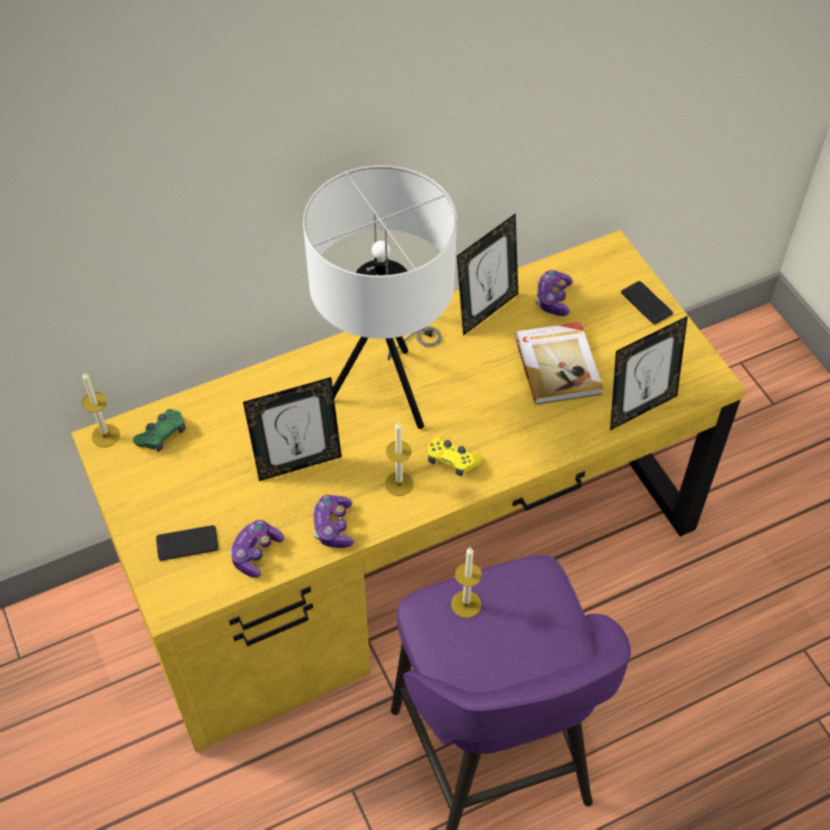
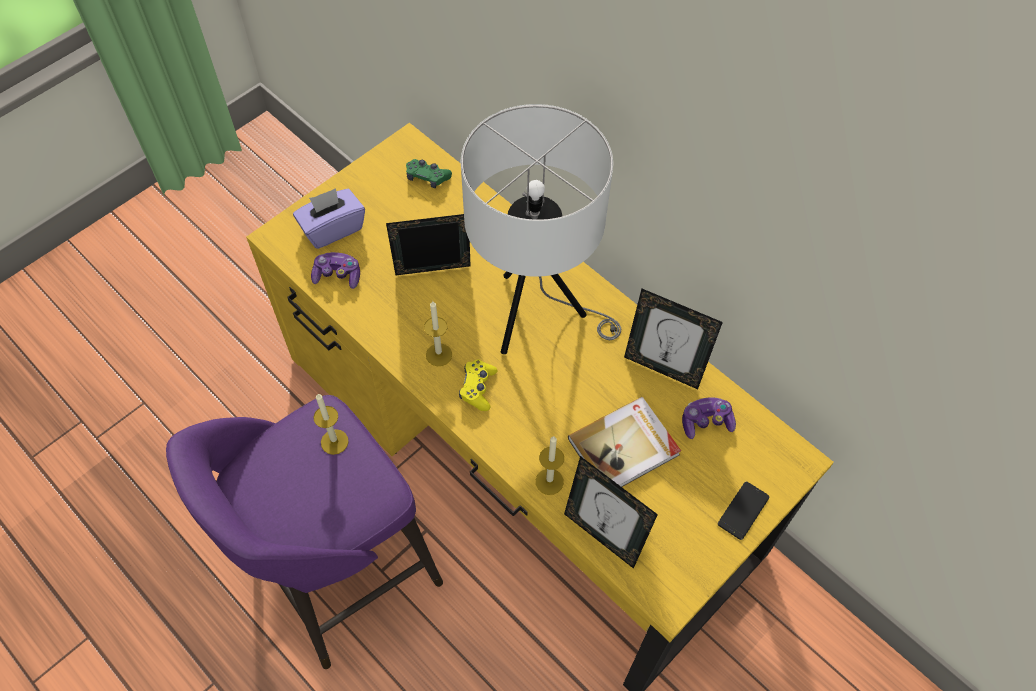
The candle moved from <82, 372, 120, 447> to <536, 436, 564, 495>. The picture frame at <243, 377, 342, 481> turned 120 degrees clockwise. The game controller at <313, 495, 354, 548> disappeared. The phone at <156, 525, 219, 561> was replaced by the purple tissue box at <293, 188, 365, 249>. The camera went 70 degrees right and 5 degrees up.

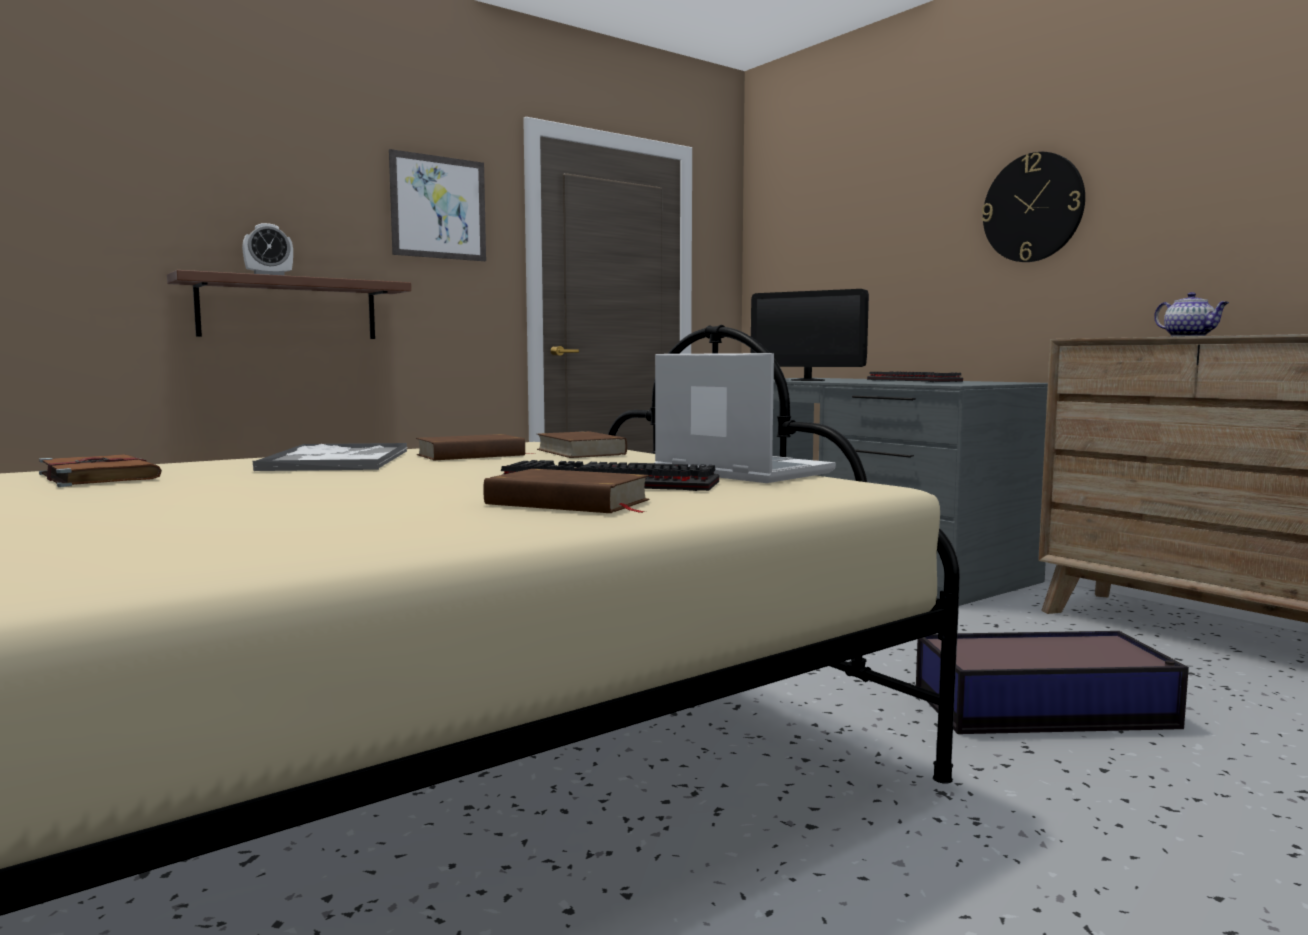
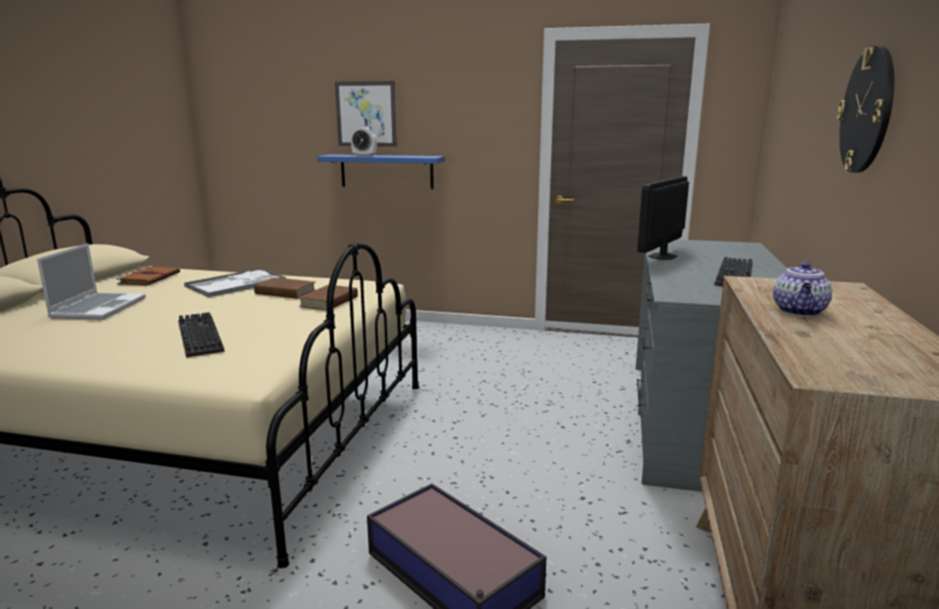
The picture moved from <389, 149, 486, 261> to <335, 81, 397, 147>. The brown shelf at <167, 270, 411, 339> became the blue shelf at <317, 154, 445, 189>. The monitor at <751, 289, 869, 381> turned 45 degrees clockwise. The laptop moved from <655, 353, 836, 483> to <37, 243, 146, 320>. The brown book at <483, 469, 649, 513> disappeared. The camera went 50 degrees right and 10 degrees up.

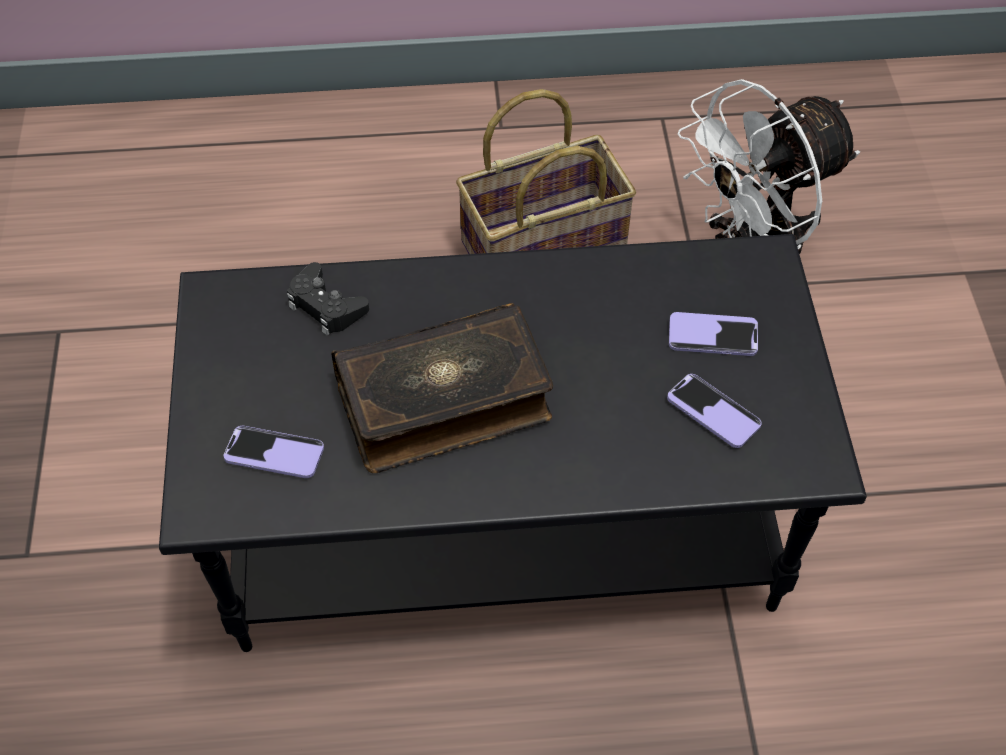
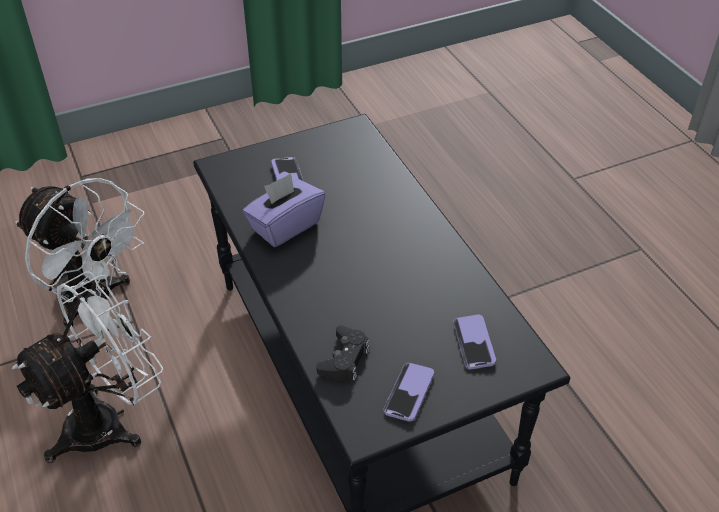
The basket at <456, 89, 636, 254> was replaced by the white fan at <12, 271, 163, 463>. The book at <331, 303, 553, 473> disappeared. The phone moved from <667, 374, 762, 448> to <383, 363, 434, 422>. The purple tissue box at <243, 173, 325, 247> appeared. The camera went 110 degrees left and 10 degrees down.

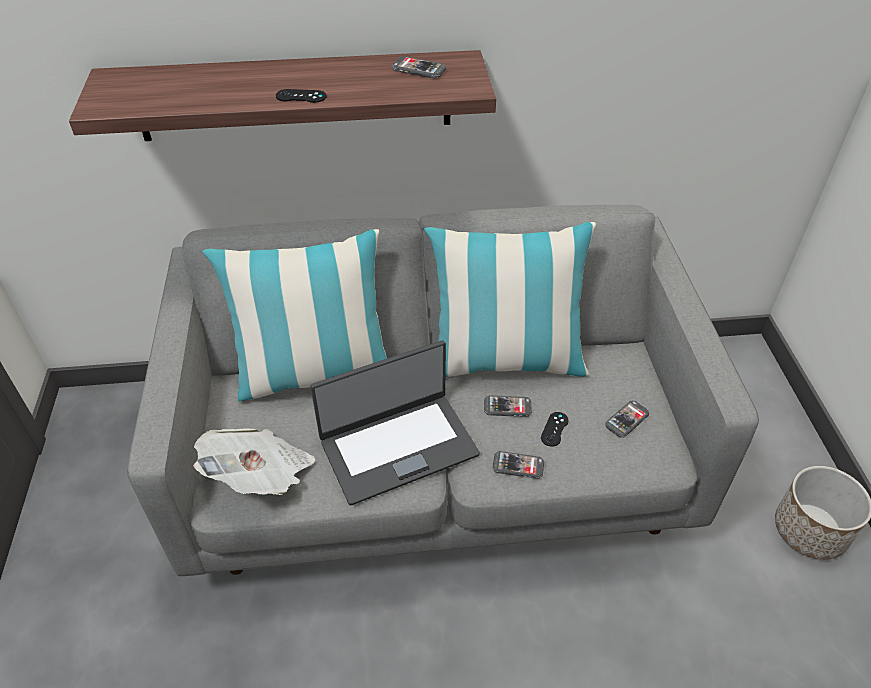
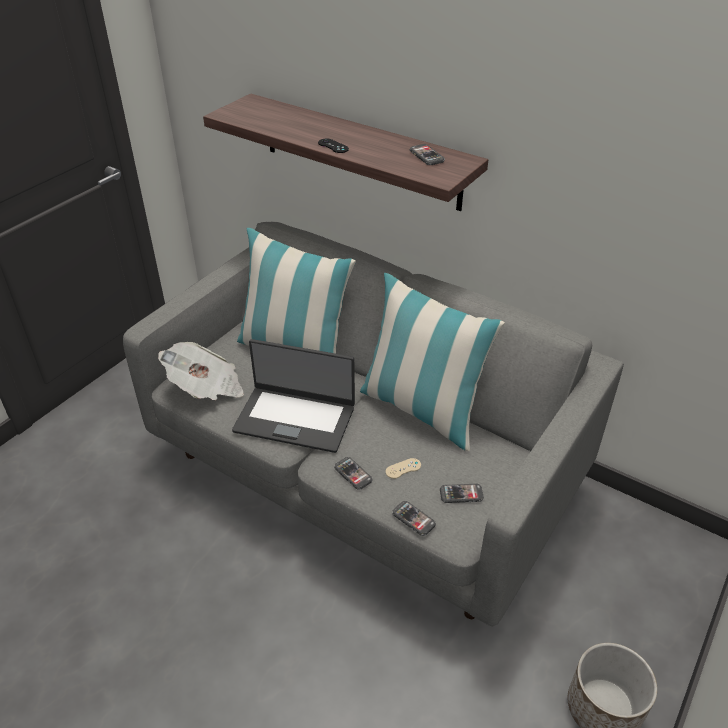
The phone moved from <484, 395, 532, 417> to <392, 501, 436, 536>. The black game controller at <541, 412, 569, 447> became the beige game controller at <386, 458, 421, 479>. The camera went 40 degrees right and 5 degrees down.

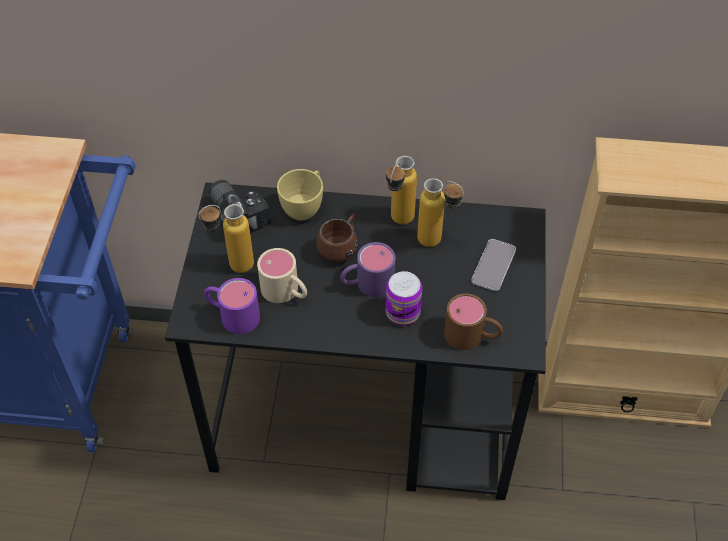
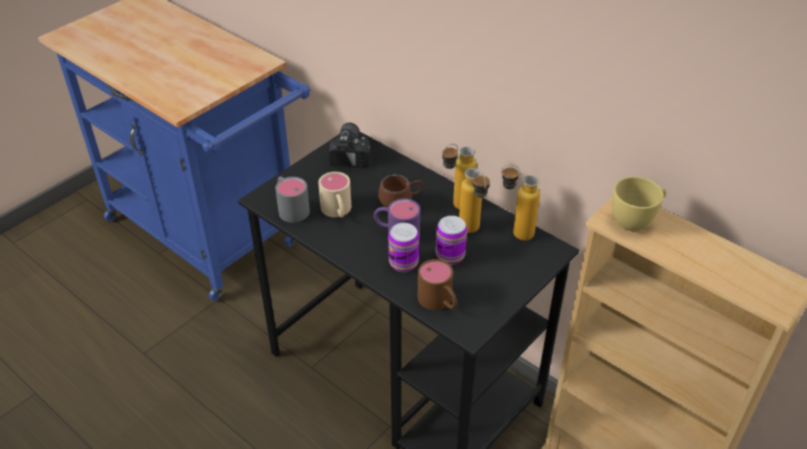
The yellow cup moved from <277, 169, 323, 221> to <612, 177, 666, 231>. The bottle moved from <198, 204, 254, 273> to <501, 164, 540, 240>. The phone at <471, 239, 516, 291> disappeared. The purple mug at <204, 278, 260, 334> became the grey mug at <275, 177, 310, 223>. The can at <436, 216, 467, 265> appeared. The camera went 35 degrees right and 10 degrees down.

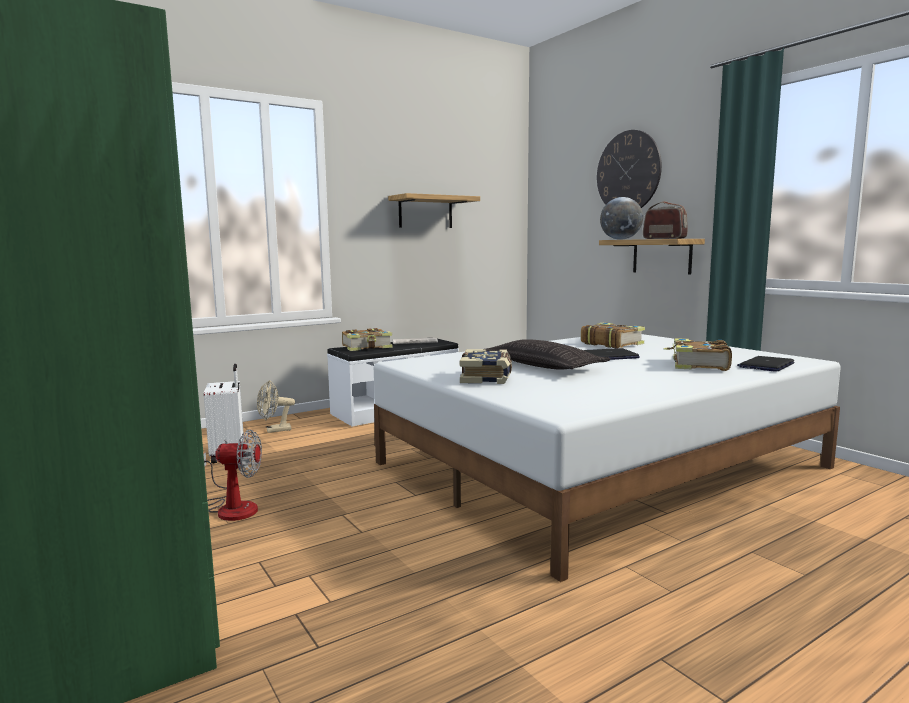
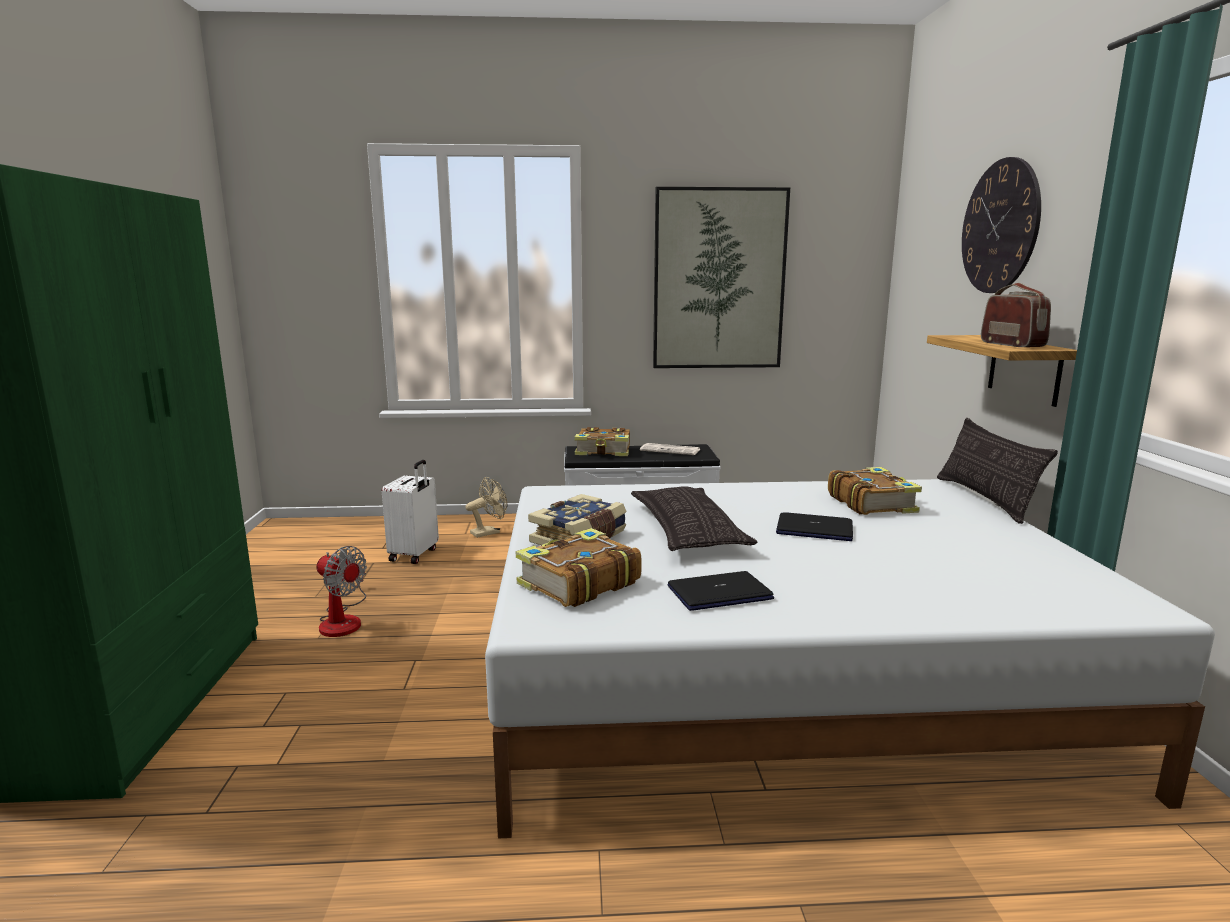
The shelf at <388, 193, 480, 228> was replaced by the picture at <653, 187, 790, 368>. The globe at <600, 197, 643, 240> disappeared. The book moved from <663, 338, 732, 371> to <516, 528, 642, 607>. The laptop moved from <737, 356, 795, 372> to <667, 571, 774, 611>. The beige fan at <257, 380, 295, 433> turned 135 degrees clockwise. The pillow at <937, 418, 1058, 524> appeared. The camera went 30 degrees right and 5 degrees up.

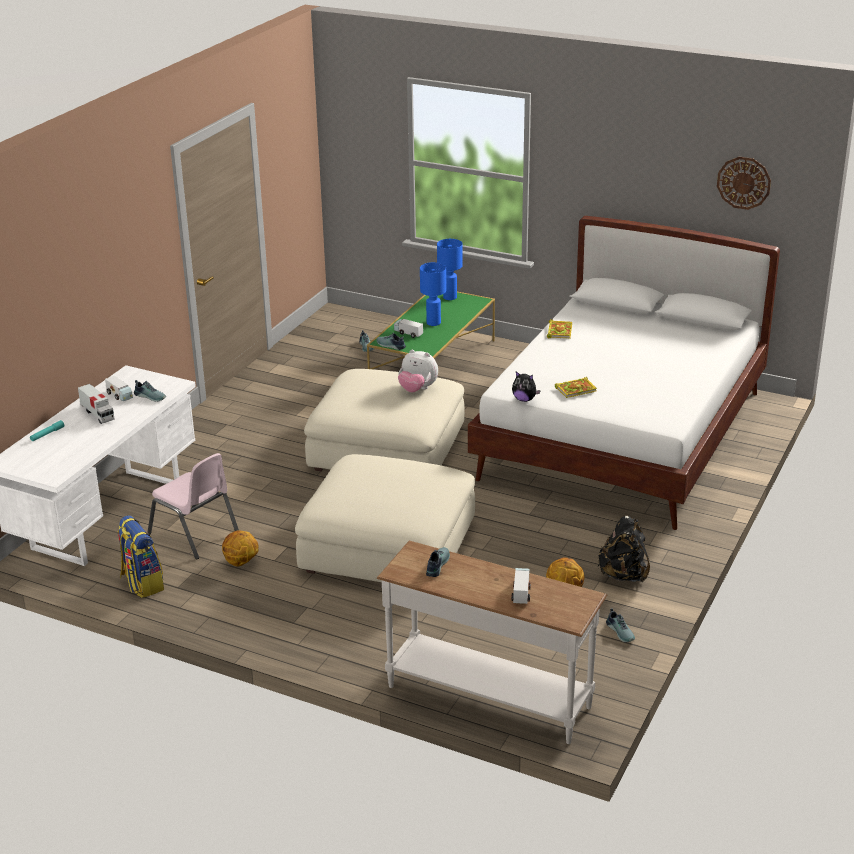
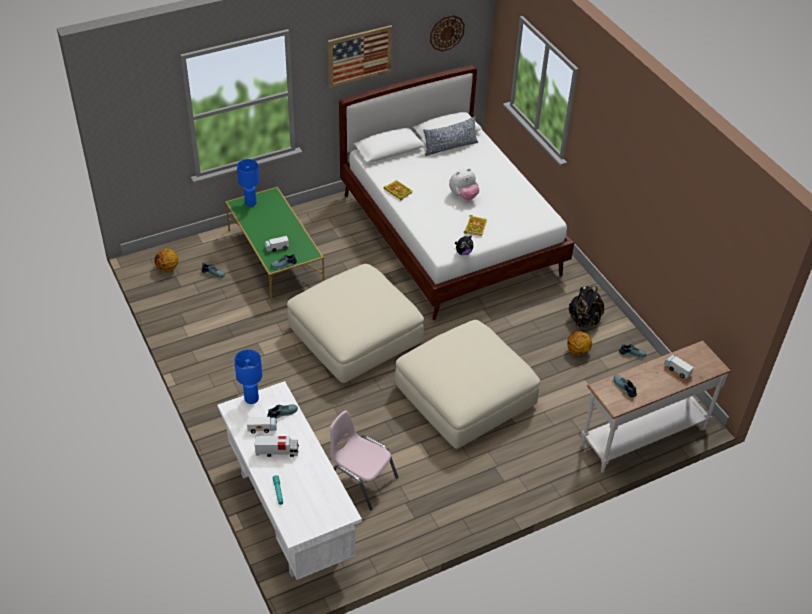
The blue table lamp moved from <420, 262, 446, 326> to <234, 349, 262, 404>. The plush toy moved from <398, 350, 438, 392> to <449, 168, 479, 200>. The pink chair at <147, 453, 239, 560> turned 135 degrees counterclockwise. The backpack at <117, 515, 164, 598> disappeared. The basketball moved from <222, 531, 259, 567> to <154, 248, 179, 272>. The picture at <328, 25, 392, 88> appeared. The pillow at <423, 117, 478, 156> appeared. The camera went 55 degrees left and 15 degrees up.

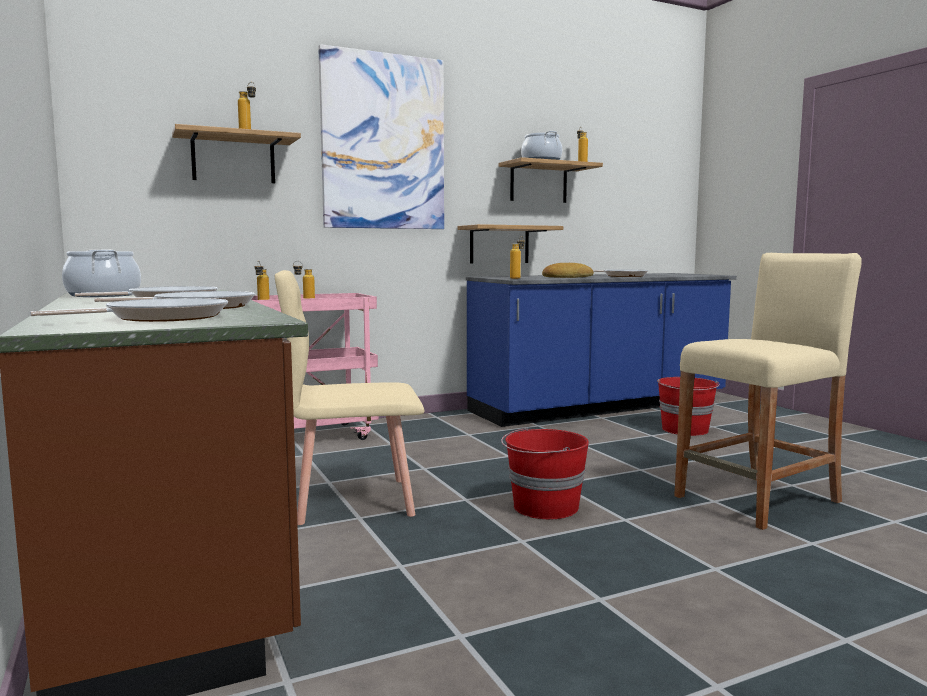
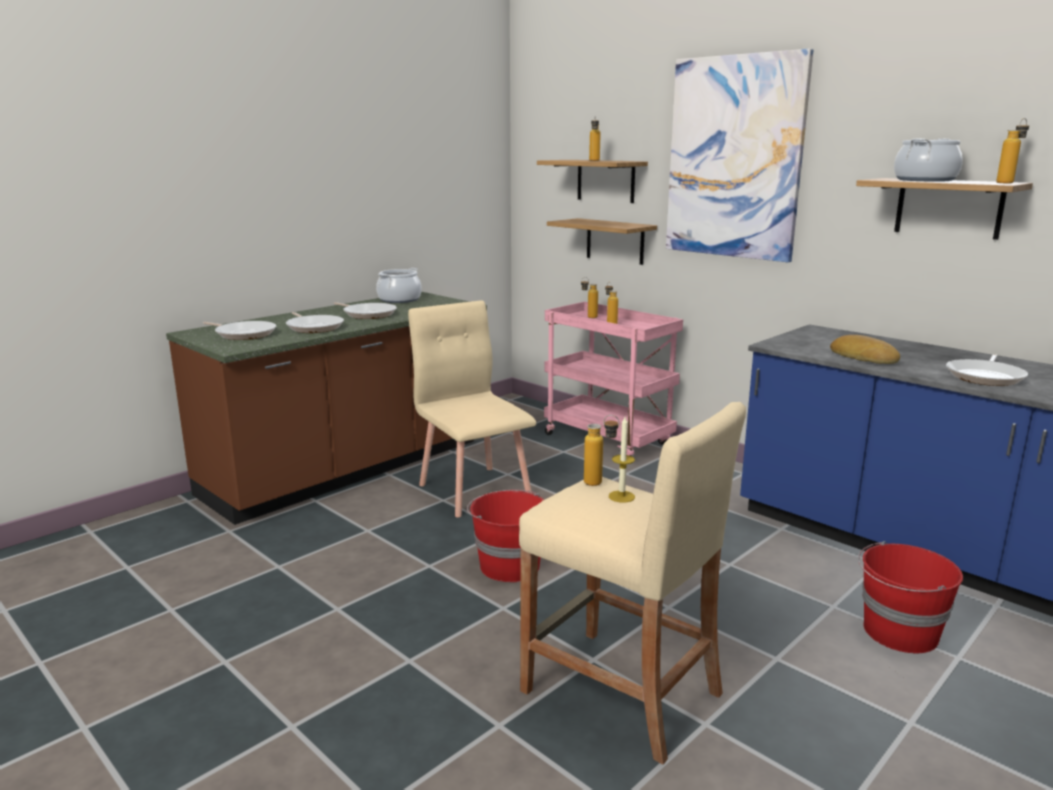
The shelf moved from <457, 224, 563, 264> to <547, 218, 657, 265>. The bottle moved from <510, 236, 525, 279> to <584, 415, 619, 486>. The candle at <609, 417, 635, 503> appeared. The camera went 70 degrees right and 10 degrees up.

